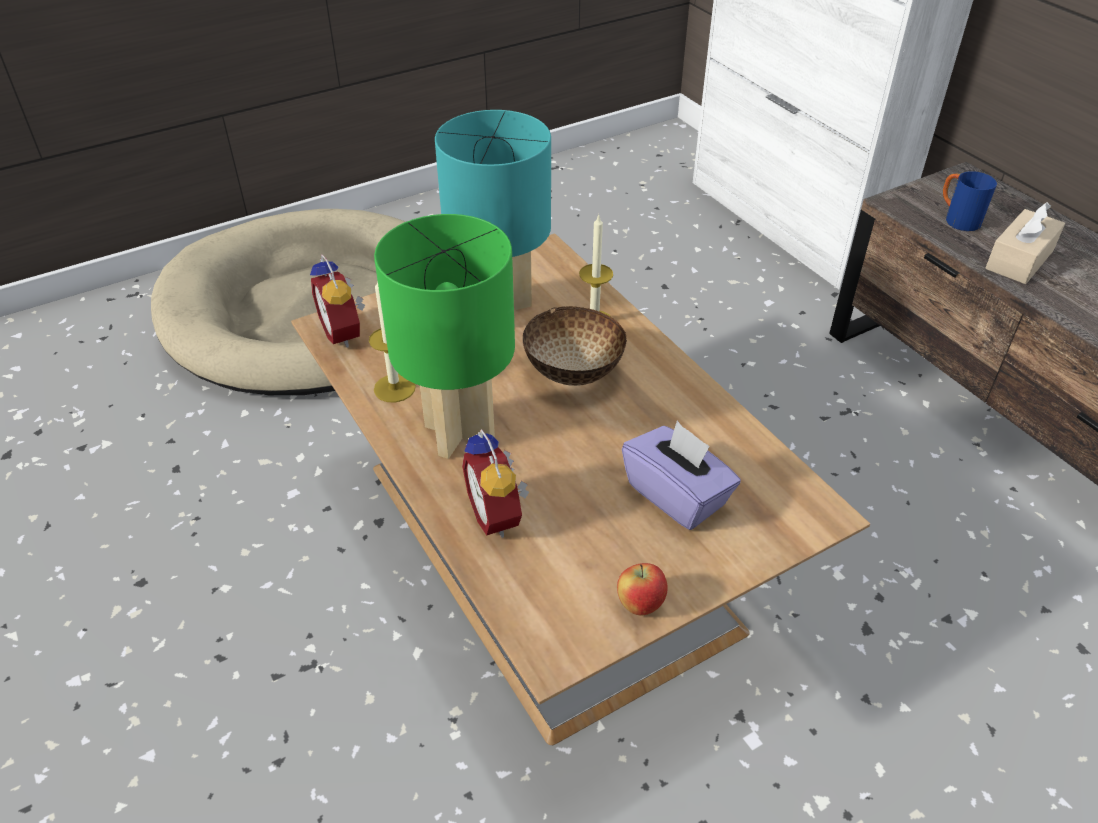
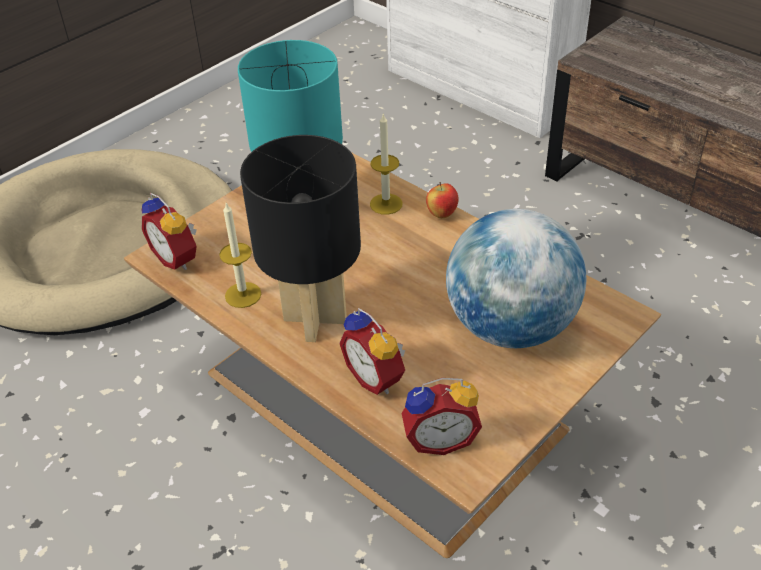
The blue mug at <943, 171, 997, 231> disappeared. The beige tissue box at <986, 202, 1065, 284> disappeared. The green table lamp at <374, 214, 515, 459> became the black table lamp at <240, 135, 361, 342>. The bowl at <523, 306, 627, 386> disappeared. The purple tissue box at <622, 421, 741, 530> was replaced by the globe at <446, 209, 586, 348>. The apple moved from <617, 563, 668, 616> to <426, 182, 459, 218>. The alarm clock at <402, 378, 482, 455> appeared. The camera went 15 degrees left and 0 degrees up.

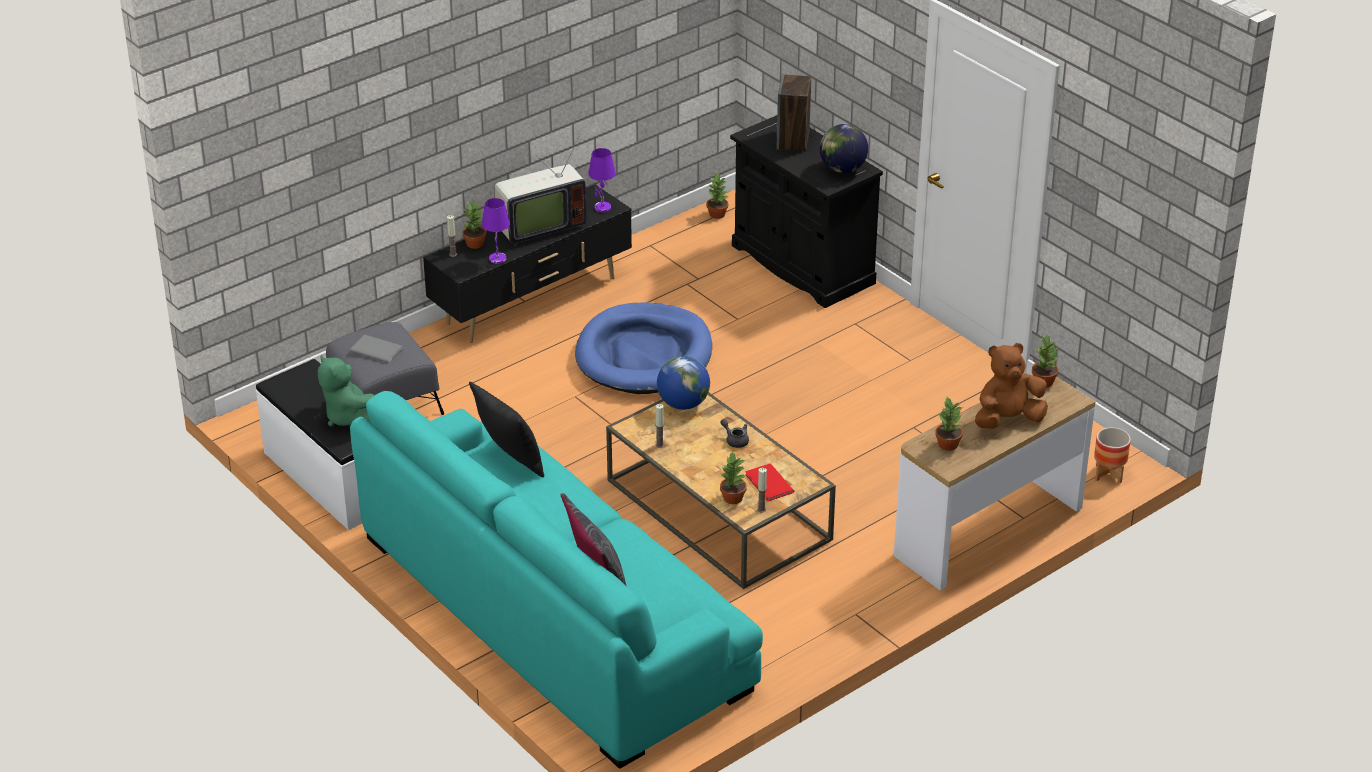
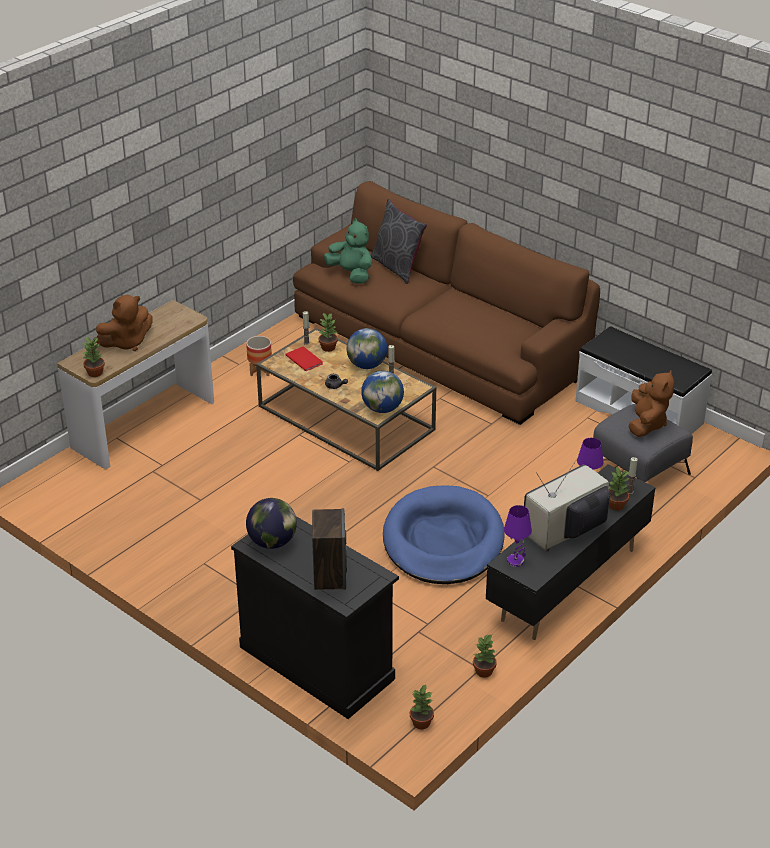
The grey book at <350, 335, 402, 363> was replaced by the brown plush toy at <628, 370, 674, 437>. The green plush toy moved from <318, 354, 374, 427> to <324, 218, 372, 284>. The black pillow at <469, 382, 544, 477> disappeared. The turquoise sofa at <350, 391, 763, 769> became the brown sofa at <293, 181, 600, 425>. The potted plant moved from <935, 397, 963, 451> to <473, 635, 497, 678>. The planter moved from <1094, 427, 1131, 484> to <246, 336, 272, 376>. The globe at <347, 328, 387, 369> appeared. The camera went 170 degrees right and 0 degrees up.

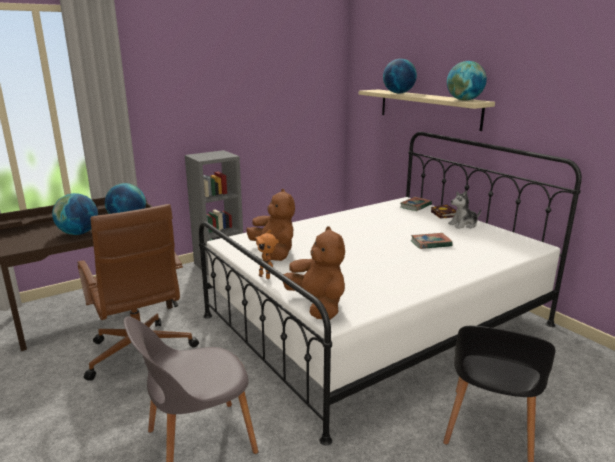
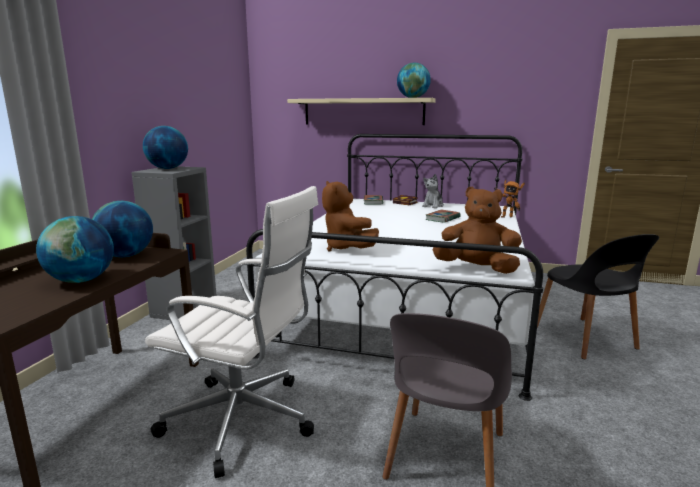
The globe moved from <383, 59, 417, 94> to <143, 126, 188, 169>. The brown plush toy at <246, 189, 295, 261> turned 135 degrees counterclockwise. The brown office chair at <77, 204, 199, 381> became the white office chair at <145, 186, 318, 478>. The toy robot moved from <255, 229, 279, 279> to <495, 180, 525, 218>. The camera went 40 degrees left and 5 degrees down.

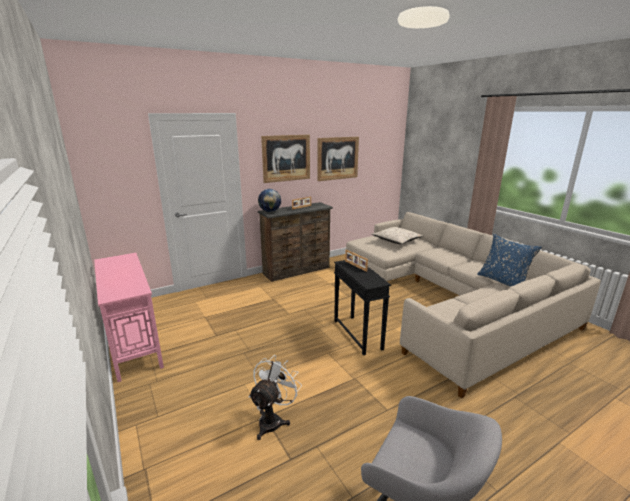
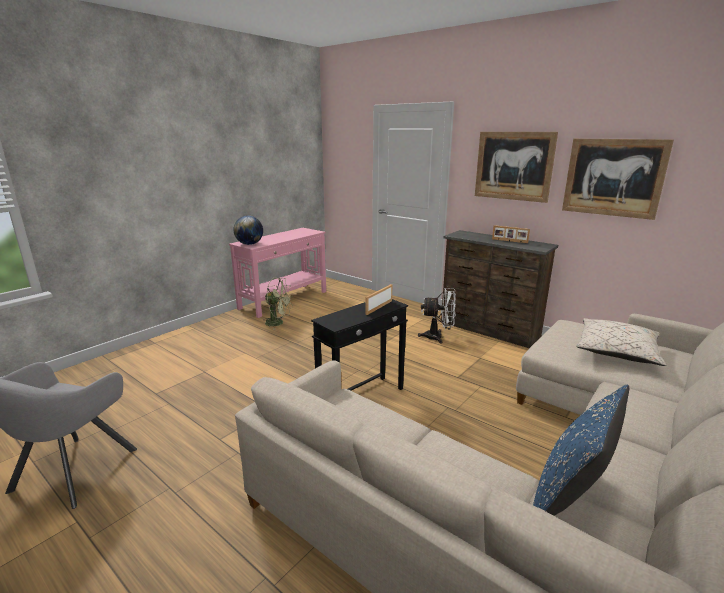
The globe moved from <258, 189, 281, 212> to <234, 216, 263, 245>. The white fan moved from <248, 355, 302, 440> to <418, 288, 456, 344>. The green fan at <263, 278, 293, 330> appeared. The camera went 70 degrees right and 0 degrees up.

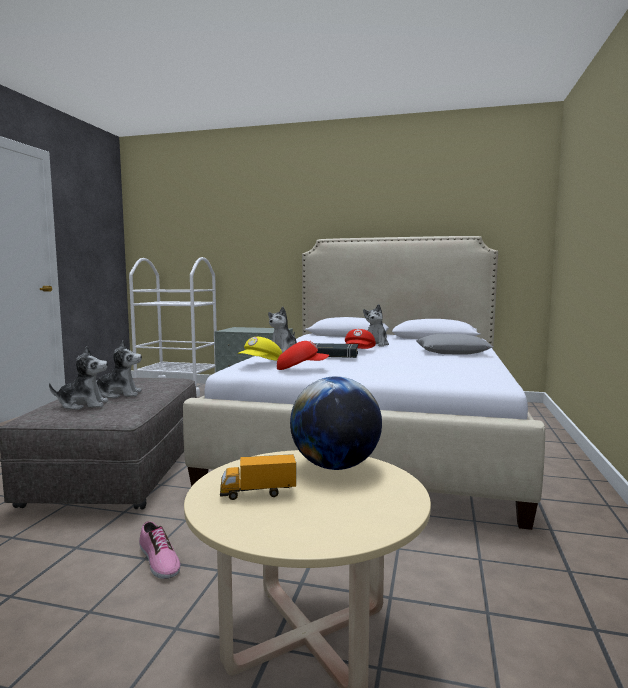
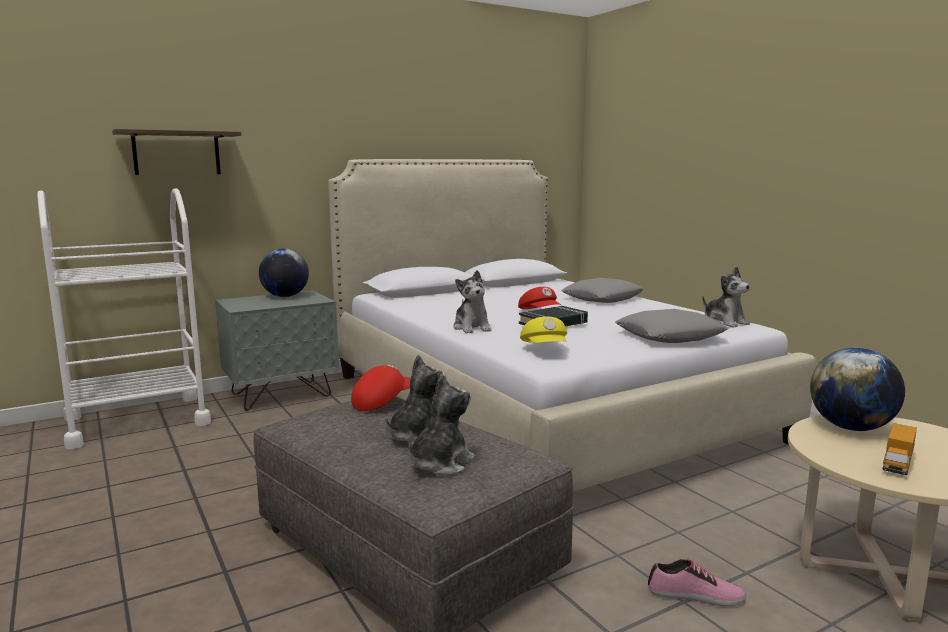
The plush toy moved from <363, 304, 389, 347> to <702, 266, 750, 328>. The red cap moved from <277, 341, 329, 370> to <351, 365, 410, 411>. The shelf at <112, 129, 241, 175> appeared. The globe at <259, 249, 309, 297> appeared. The grey pillow at <615, 309, 729, 343> appeared. The camera went 45 degrees left and 5 degrees up.

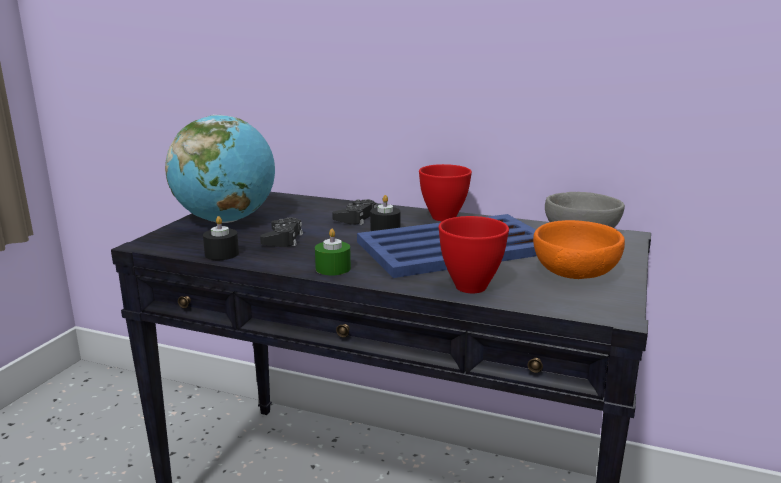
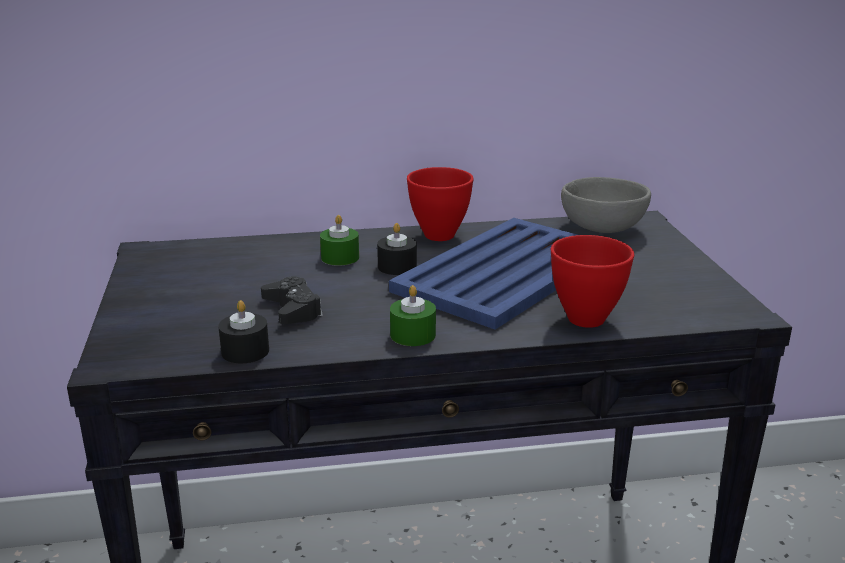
The globe at <165, 115, 275, 223> disappeared. The black game controller at <332, 199, 377, 225> was replaced by the green candle at <320, 215, 359, 266>. The orange bowl at <533, 220, 625, 279> disappeared. The camera went 30 degrees left and 5 degrees up.

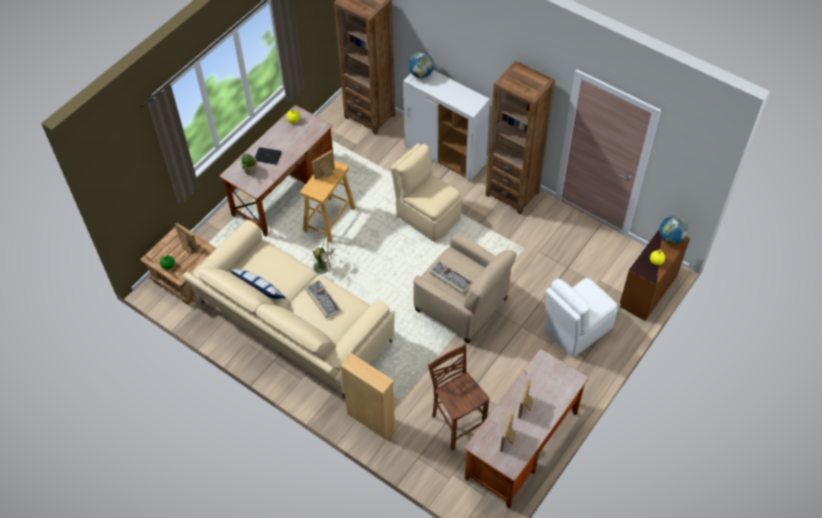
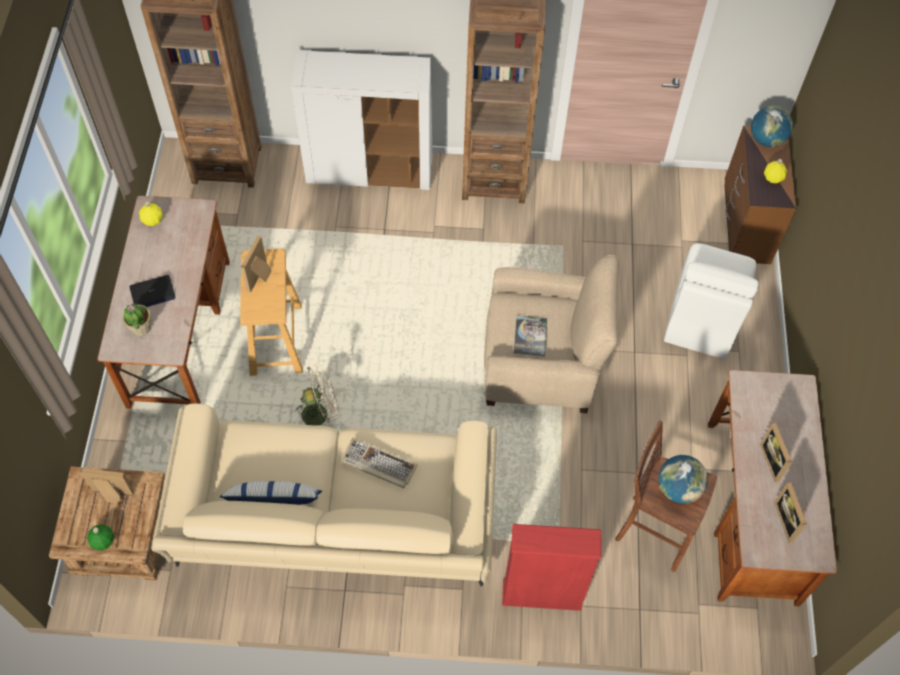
The globe moved from <408, 52, 434, 78> to <658, 455, 708, 504>. The beige chair at <390, 144, 462, 242> disappeared. The keyboard at <430, 261, 473, 294> was replaced by the book at <514, 316, 548, 356>. The beige bookcase at <340, 353, 396, 440> became the red bookcase at <502, 524, 601, 611>. The camera went 35 degrees left and 5 degrees up.

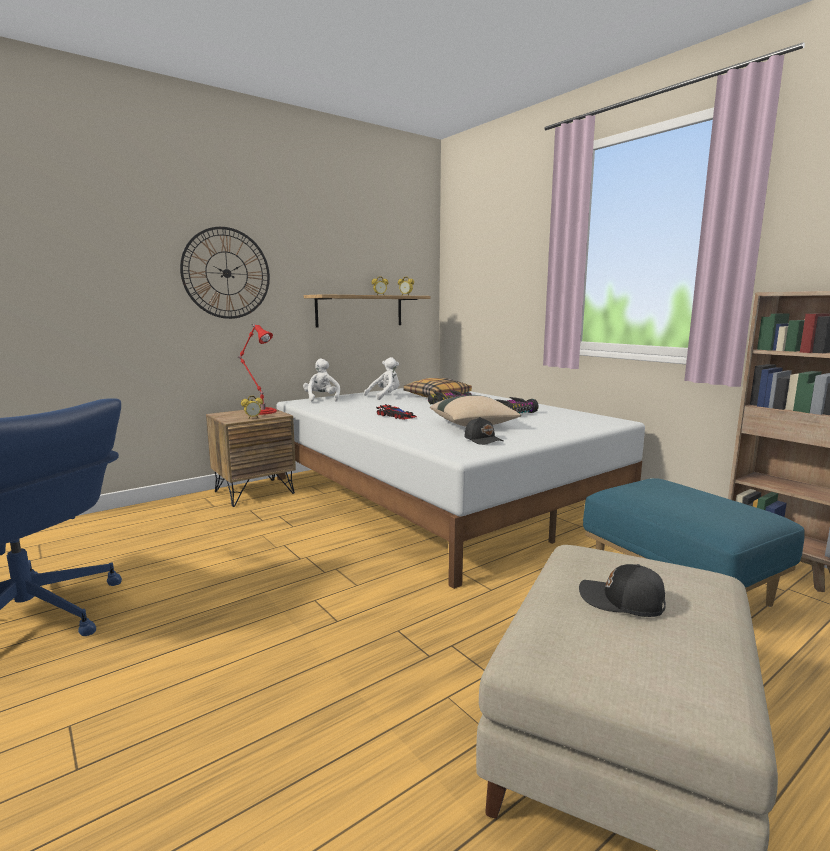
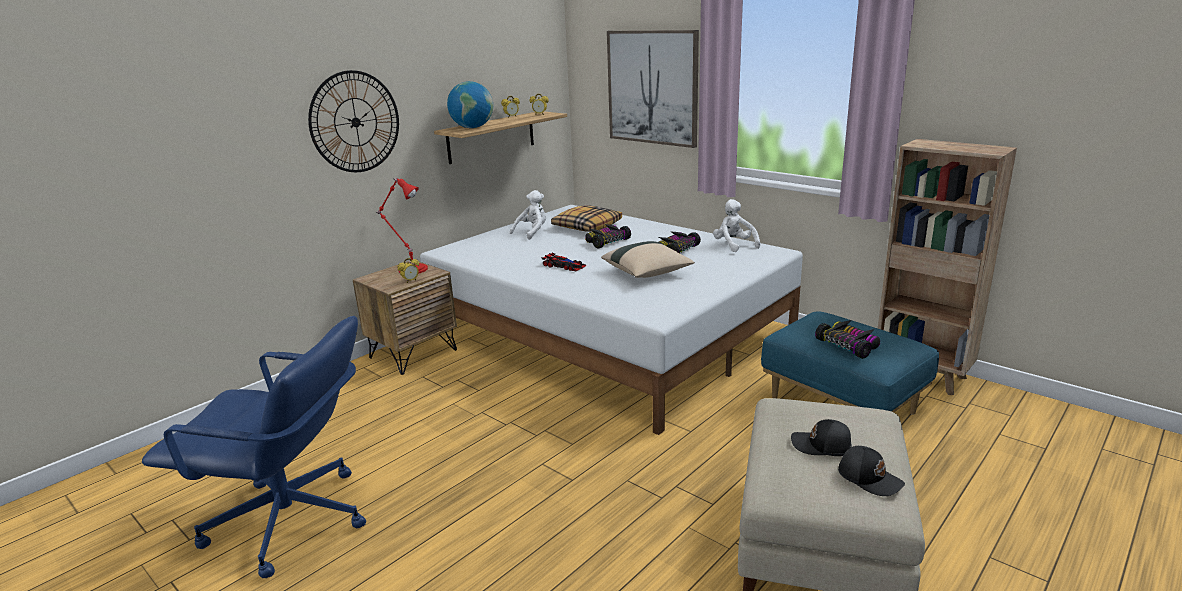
The white plush toy moved from <303, 359, 340, 402> to <713, 199, 760, 252>. The black cap moved from <465, 417, 503, 445> to <838, 446, 905, 496>. The picture at <607, 30, 699, 148> appeared. The globe at <447, 81, 493, 128> appeared. The toy car at <815, 320, 880, 359> appeared. The camera went 10 degrees left and 10 degrees up.

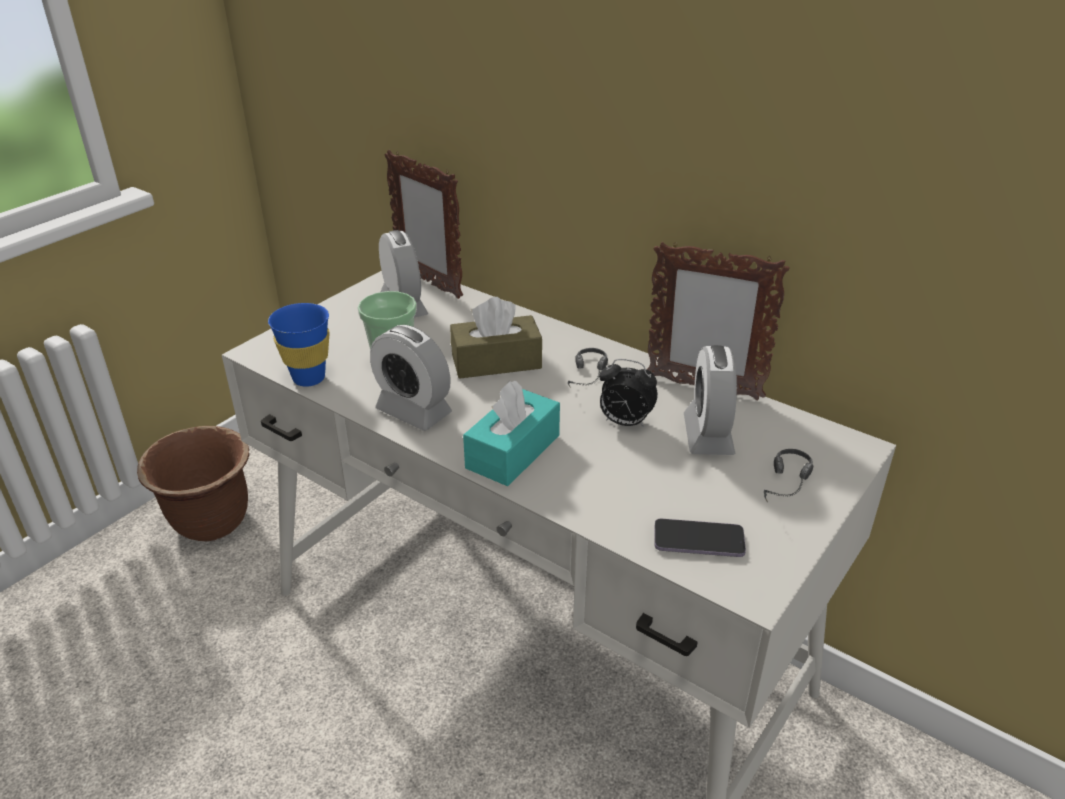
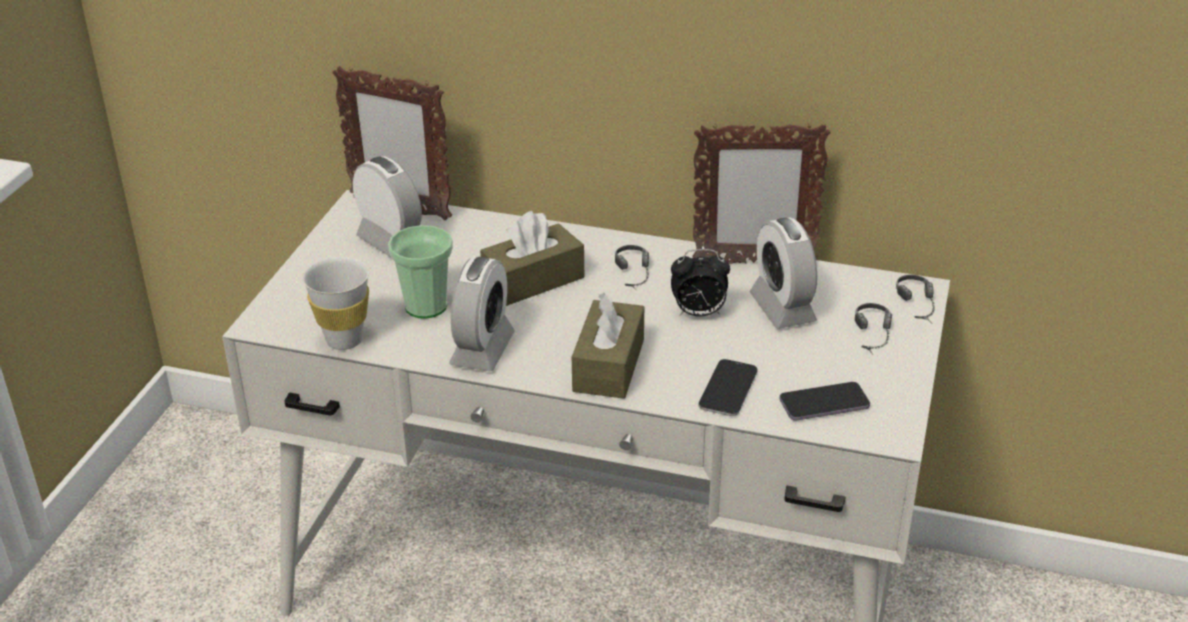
The blue cup at <268, 303, 330, 387> became the white cup at <302, 257, 369, 350>. The alarm clock at <370, 325, 452, 431> turned 90 degrees counterclockwise. The turquoise tissue box at <463, 381, 560, 486> became the brown tissue box at <572, 293, 644, 399>. The brown planter at <137, 426, 249, 542> disappeared. The headphones at <896, 275, 935, 323> appeared. The phone at <699, 359, 757, 416> appeared. The camera went 20 degrees left and 0 degrees up.

